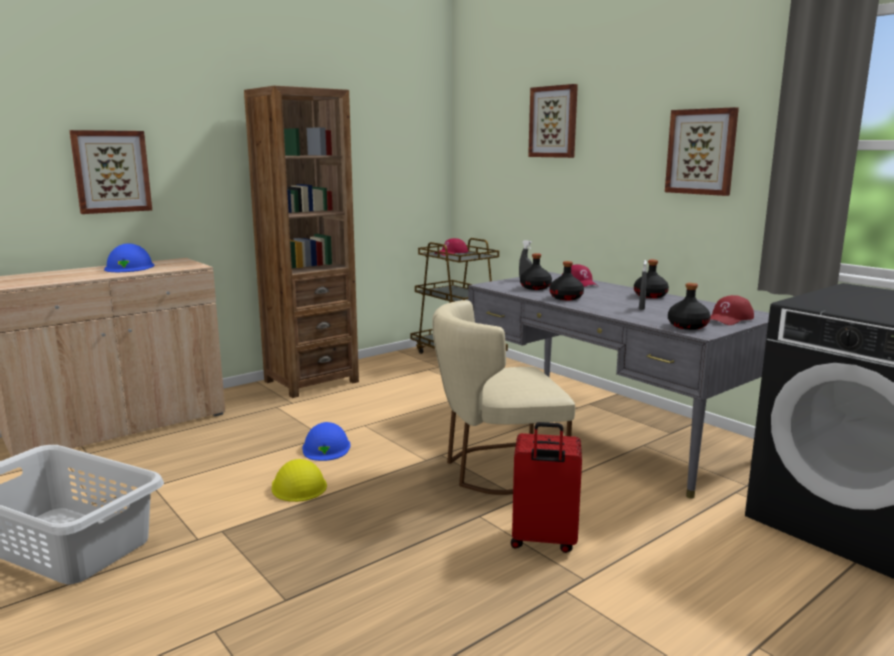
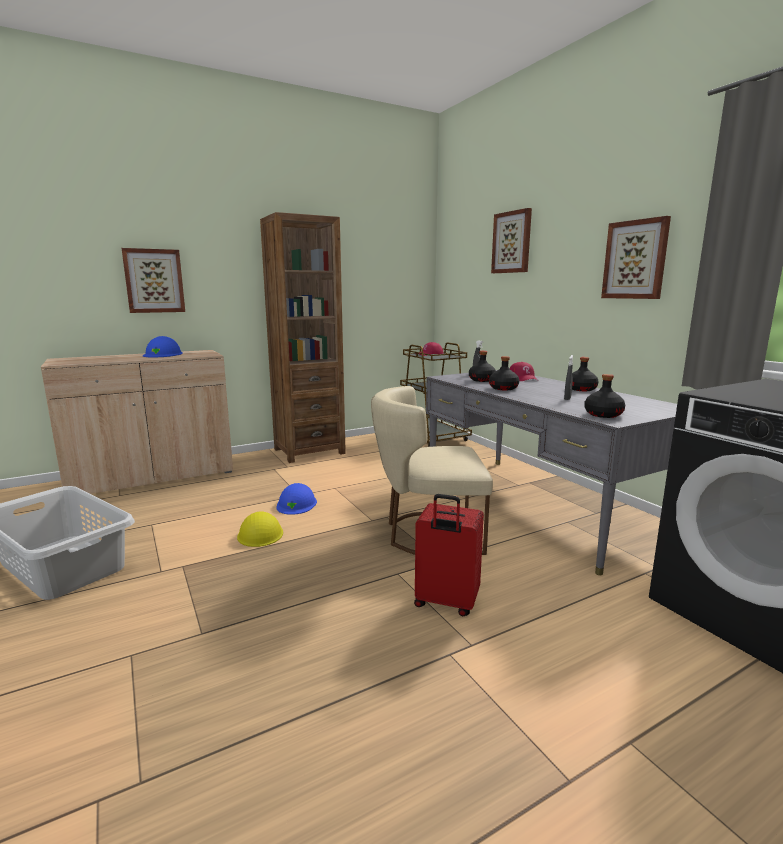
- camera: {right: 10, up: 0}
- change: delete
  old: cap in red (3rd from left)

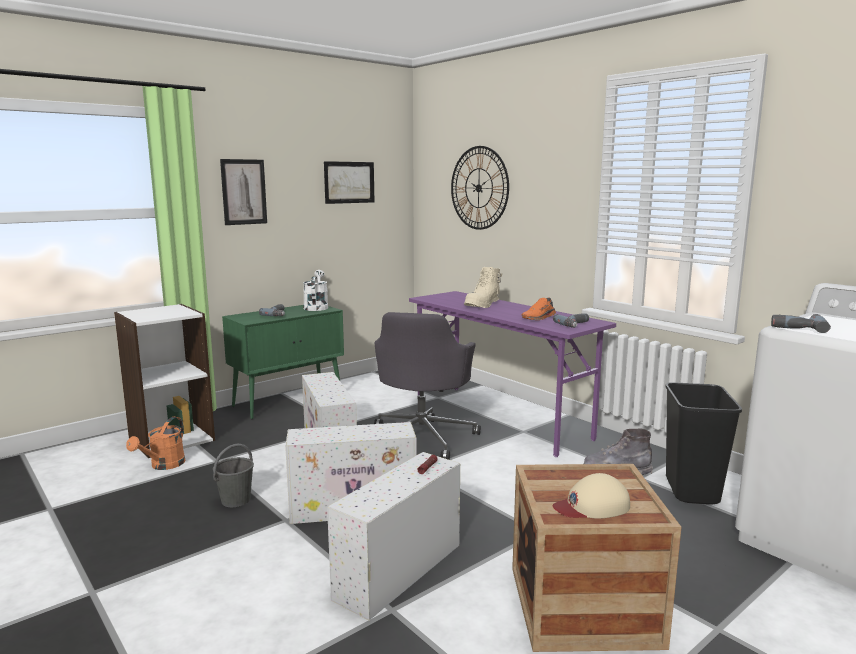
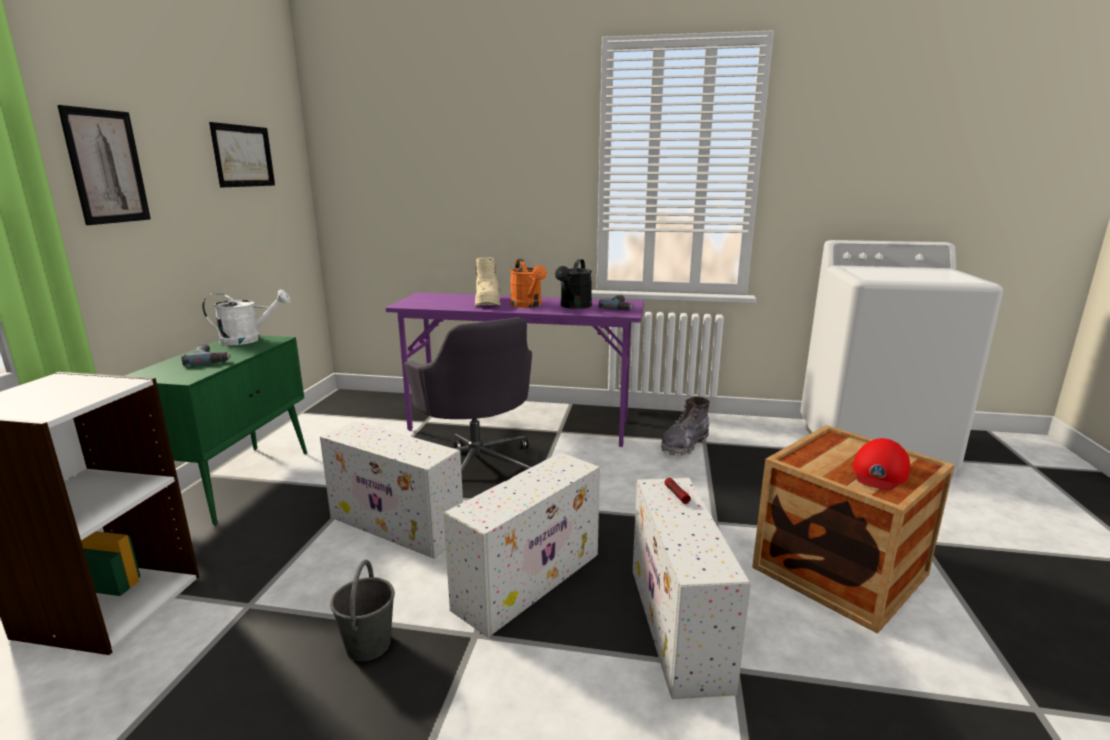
- camera: {right: -40, up: 5}
- change: delete
  old: wall clock
- change: delete
  old: trash can in black
- change: delete
  old: power drill (3rd from left)
- change: move
  old: watering can in orange
- change: replace
  old: shoe in orange
  new: watering can in black
- change: recolor
  old: cap in beige
  new: cap in red
- change: rotate
  old: watering can in white
  degrees: 120

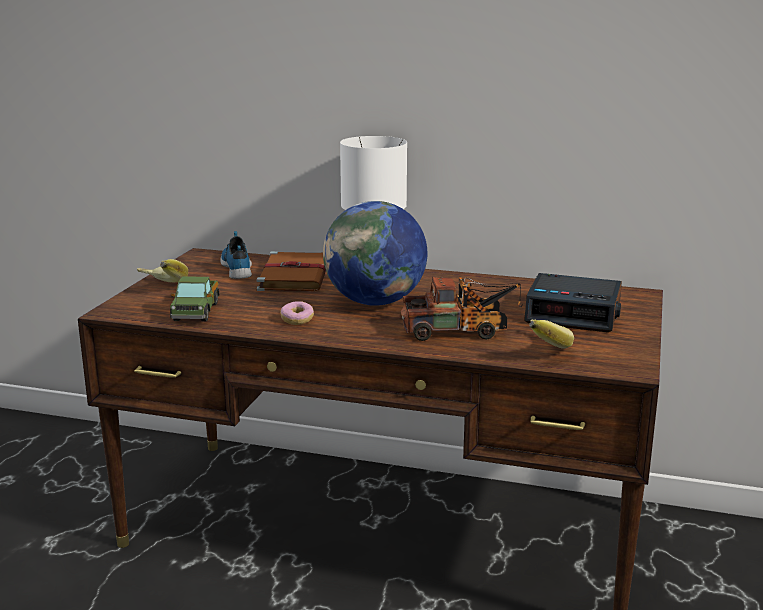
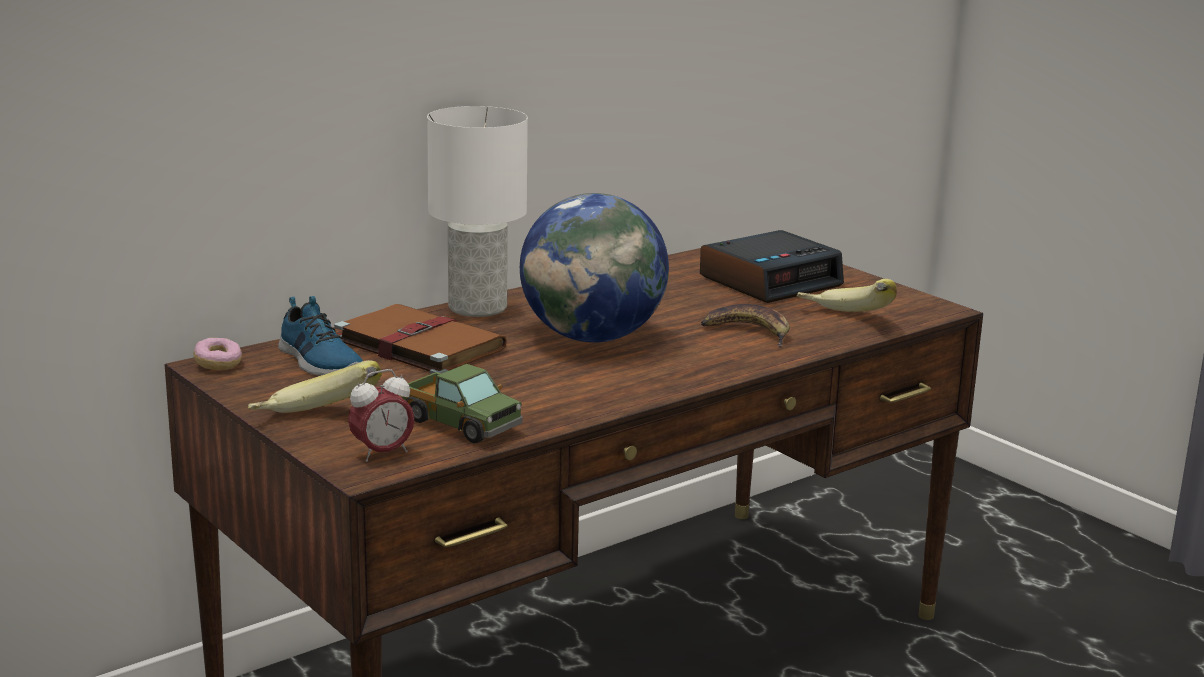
- camera: {right: -55, up: 0}
- change: insert
  new: alarm clock (1st from left)
- change: move
  old: donut
- change: replace
  old: toy truck (2nd from left)
  new: banana (2nd from left)
- change: rotate
  old: shoe
  degrees: -150

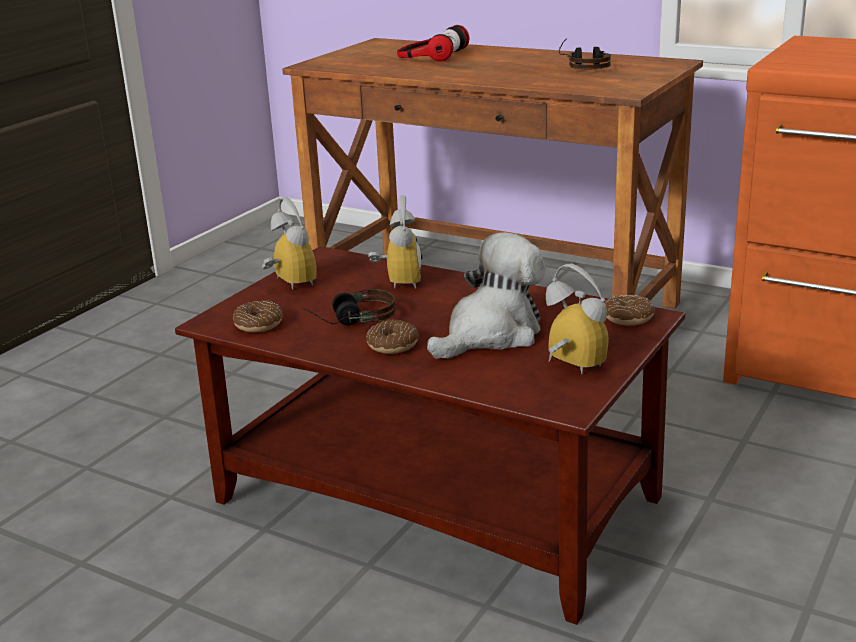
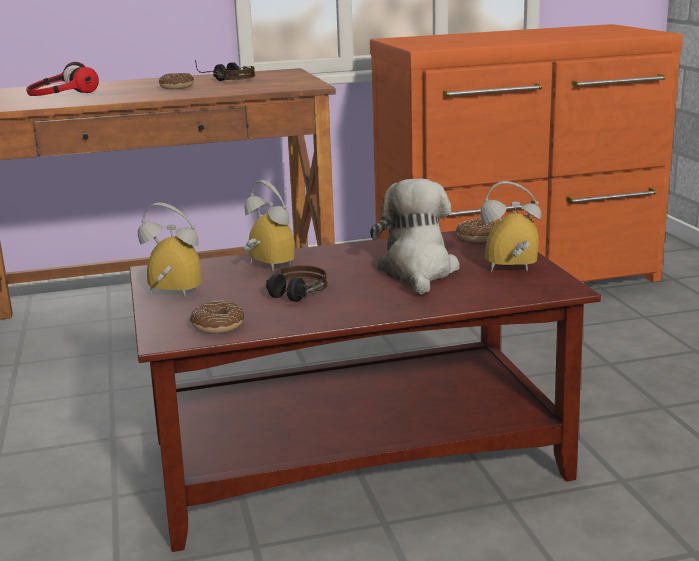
- camera: {right: -45, up: -5}
- change: move
  old: donut (2nd from left in the first image)
  new: donut (1st from left)

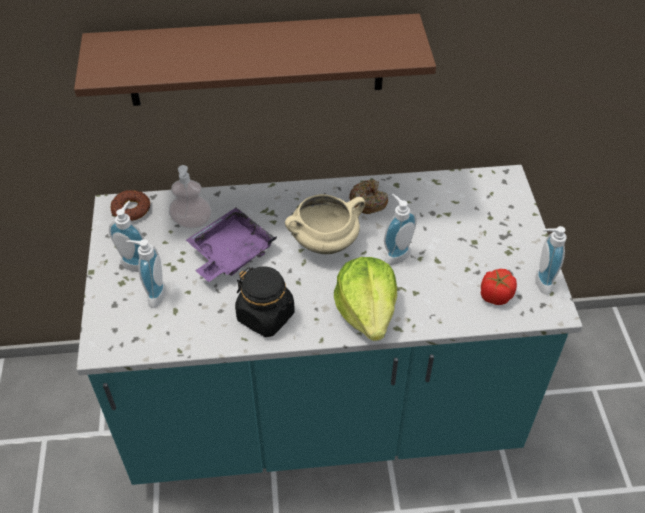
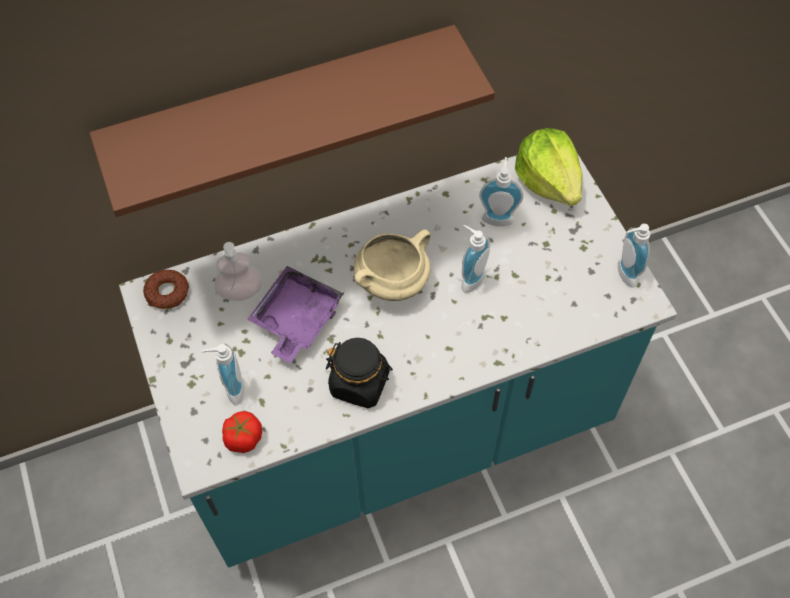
- camera: {right: -15, up: 10}
- change: delete
  old: donut (2nd from left)
- change: move
  old: soap dispenser (1st from left in the first image)
  new: soap dispenser (4th from left)
- change: move
  old: lettuce
- change: move
  old: tomato

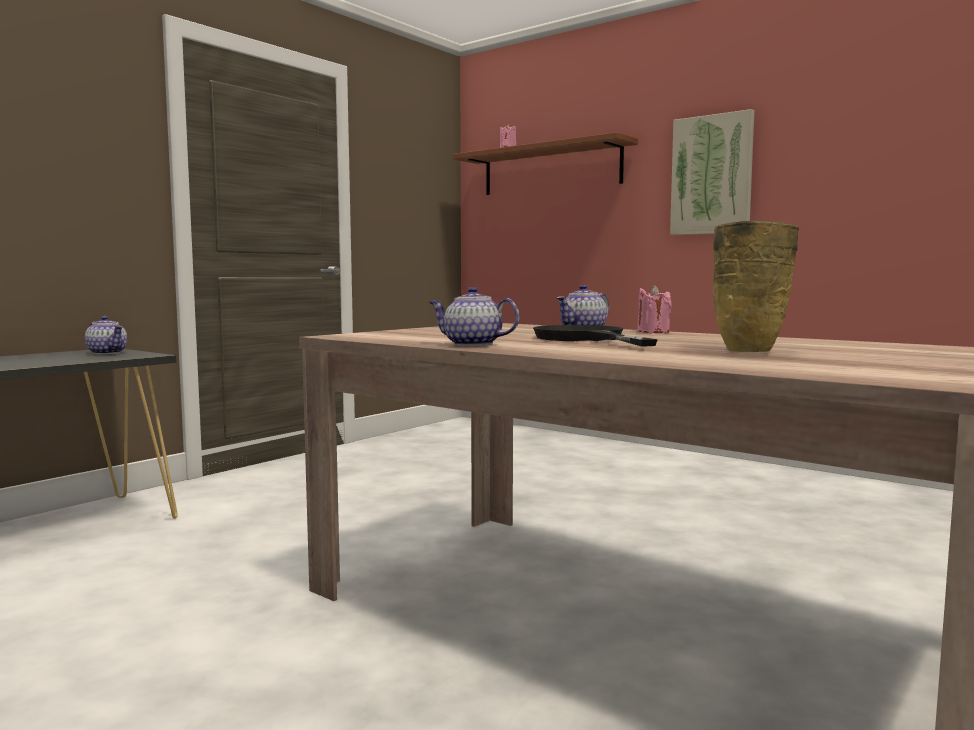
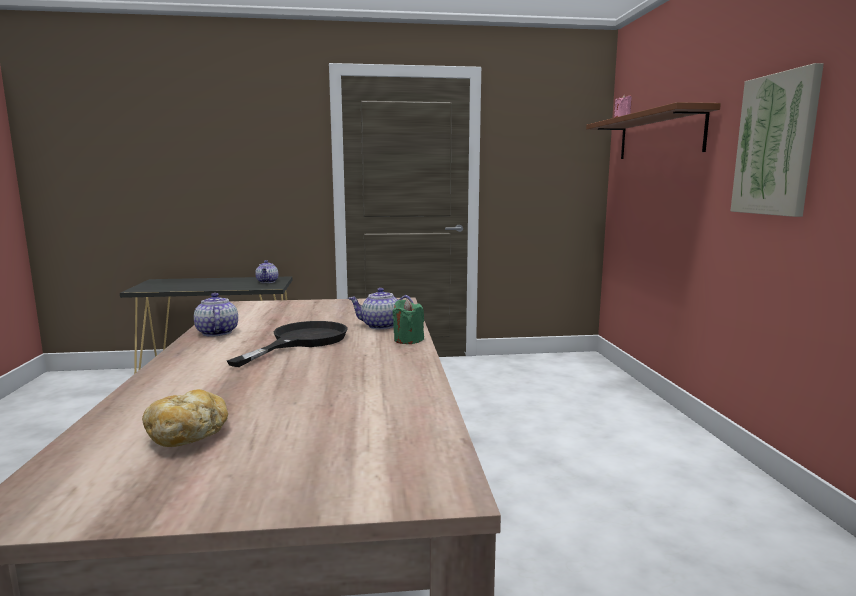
- camera: {right: 45, up: 5}
- change: delete
  old: vase in beige
- change: insert
  new: bread
- change: recolor
  old: candle in pink (2nd from left)
  new: candle in green

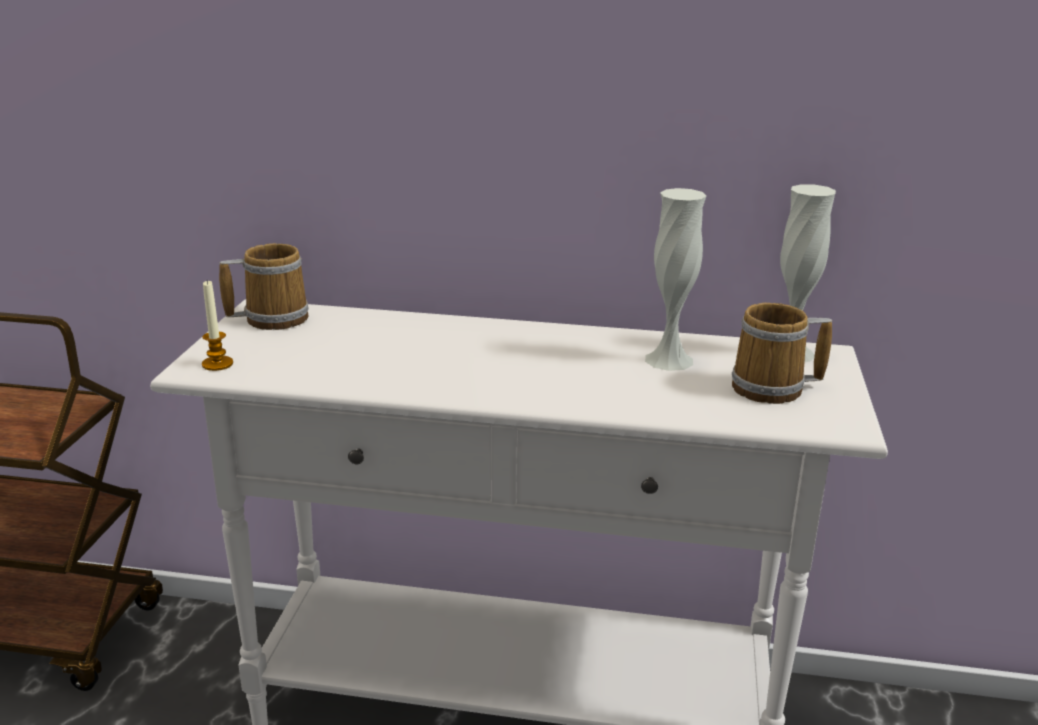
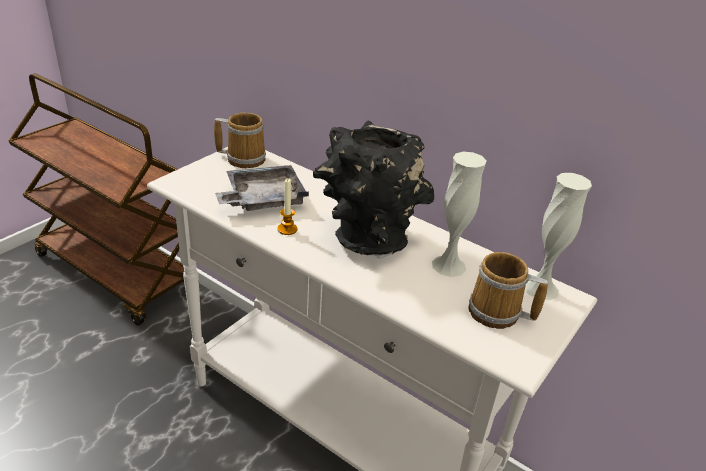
- camera: {right: 25, up: 10}
- change: insert
  new: tray in grey
- change: insert
  new: vase in black
- change: move
  old: candle

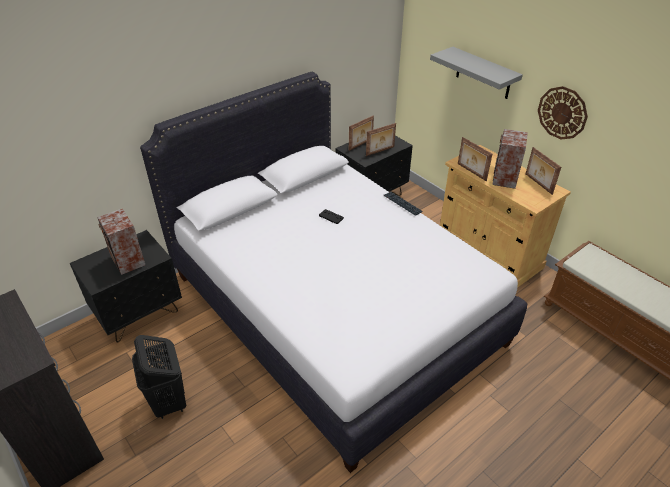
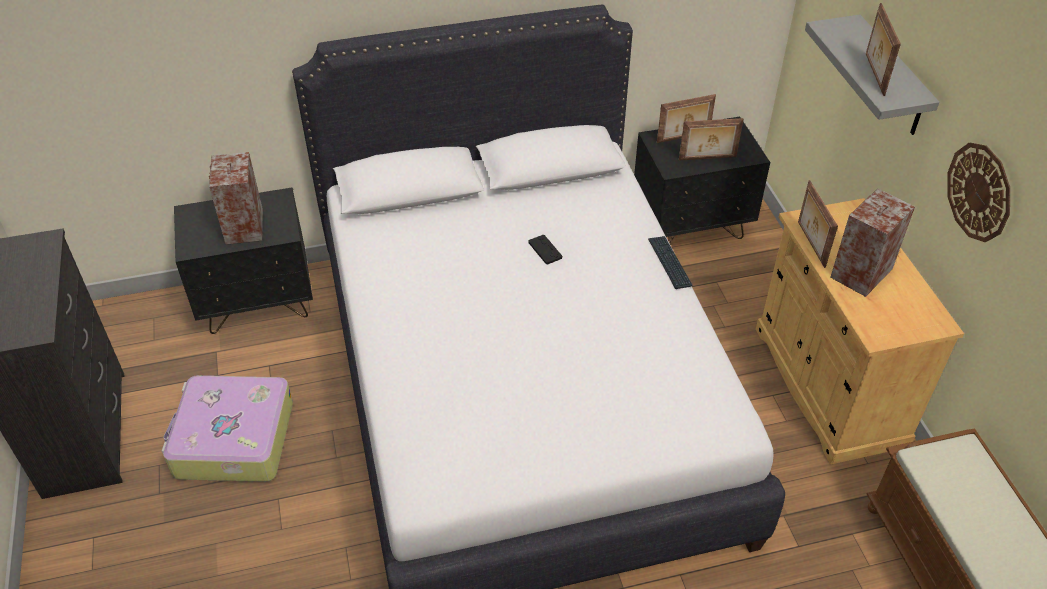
- camera: {right: 25, up: 5}
- change: move
  old: picture frame (4th from left)
- change: replace
  old: laundry basket in black
  new: suitcase

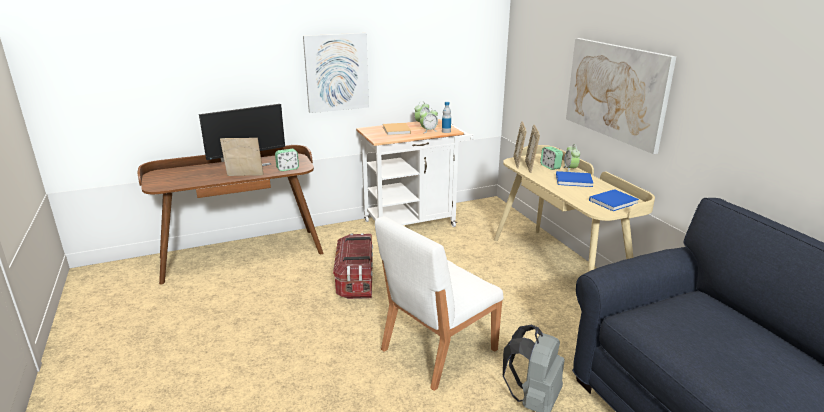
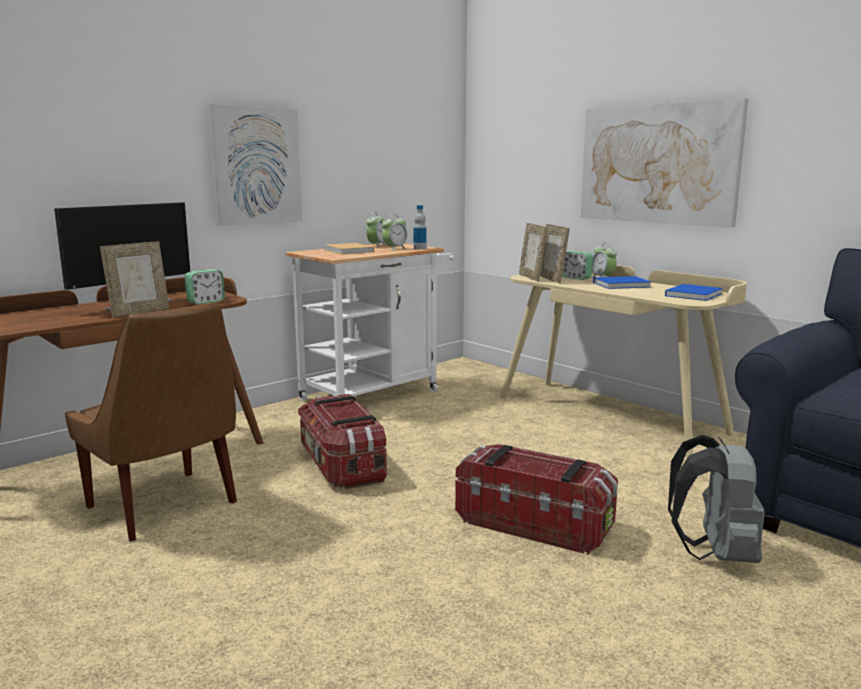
- camera: {right: -20, up: -10}
- change: insert
  new: chair in brown
- change: replace
  old: chair in white
  new: storage box (2nd from left)
- change: rotate
  old: picture frame (1st from left)
  degrees: 150

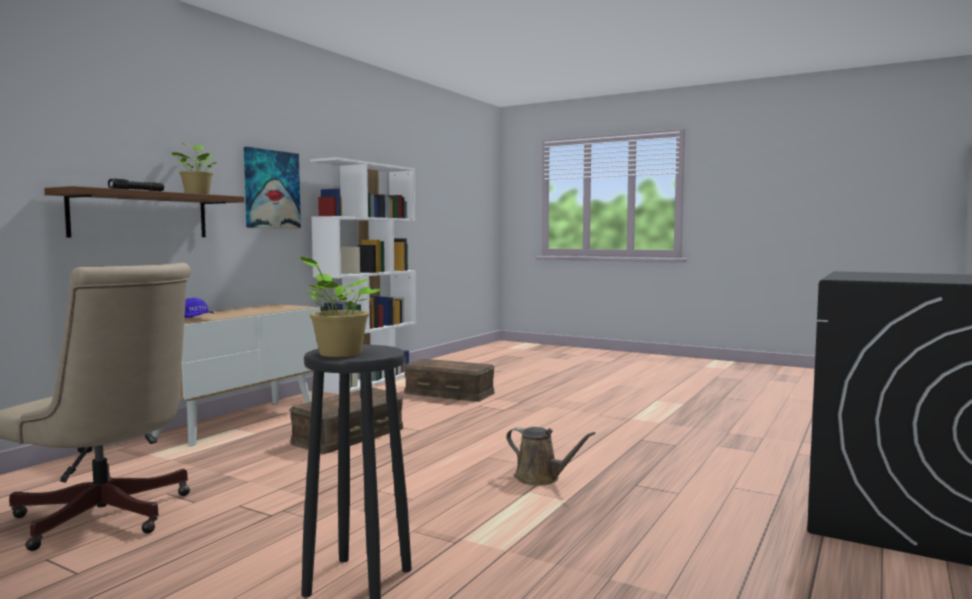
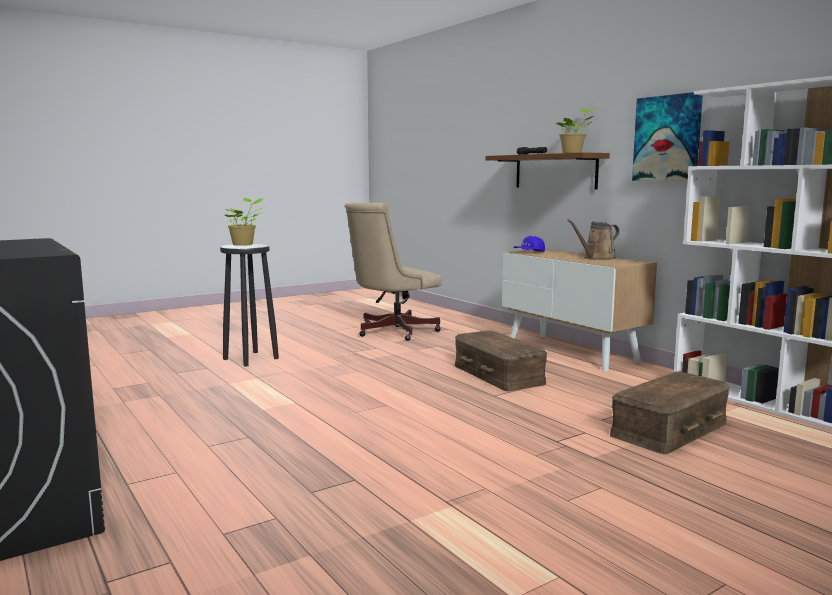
- camera: {right: 115, up: 5}
- change: move
  old: watering can in brown

